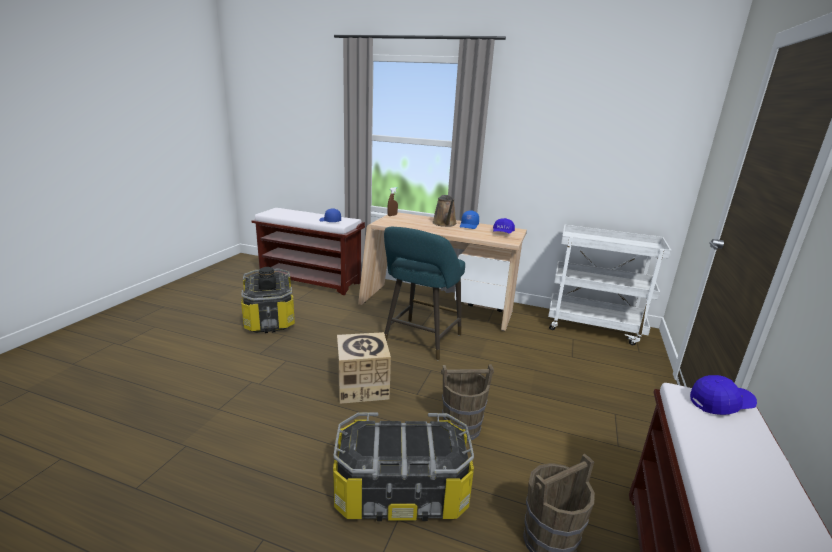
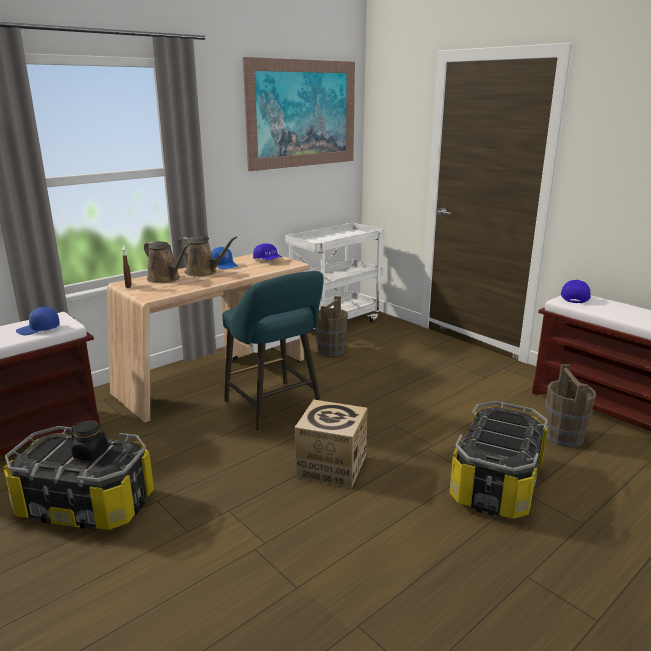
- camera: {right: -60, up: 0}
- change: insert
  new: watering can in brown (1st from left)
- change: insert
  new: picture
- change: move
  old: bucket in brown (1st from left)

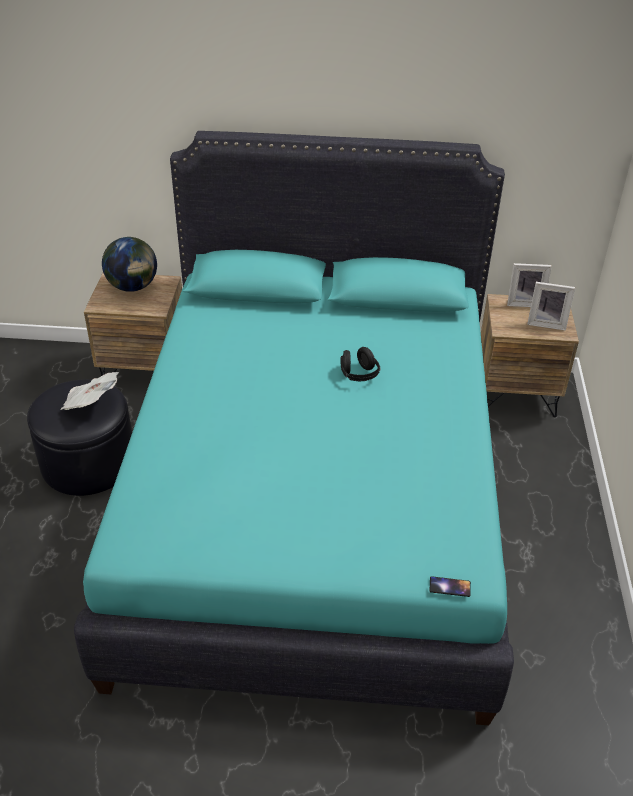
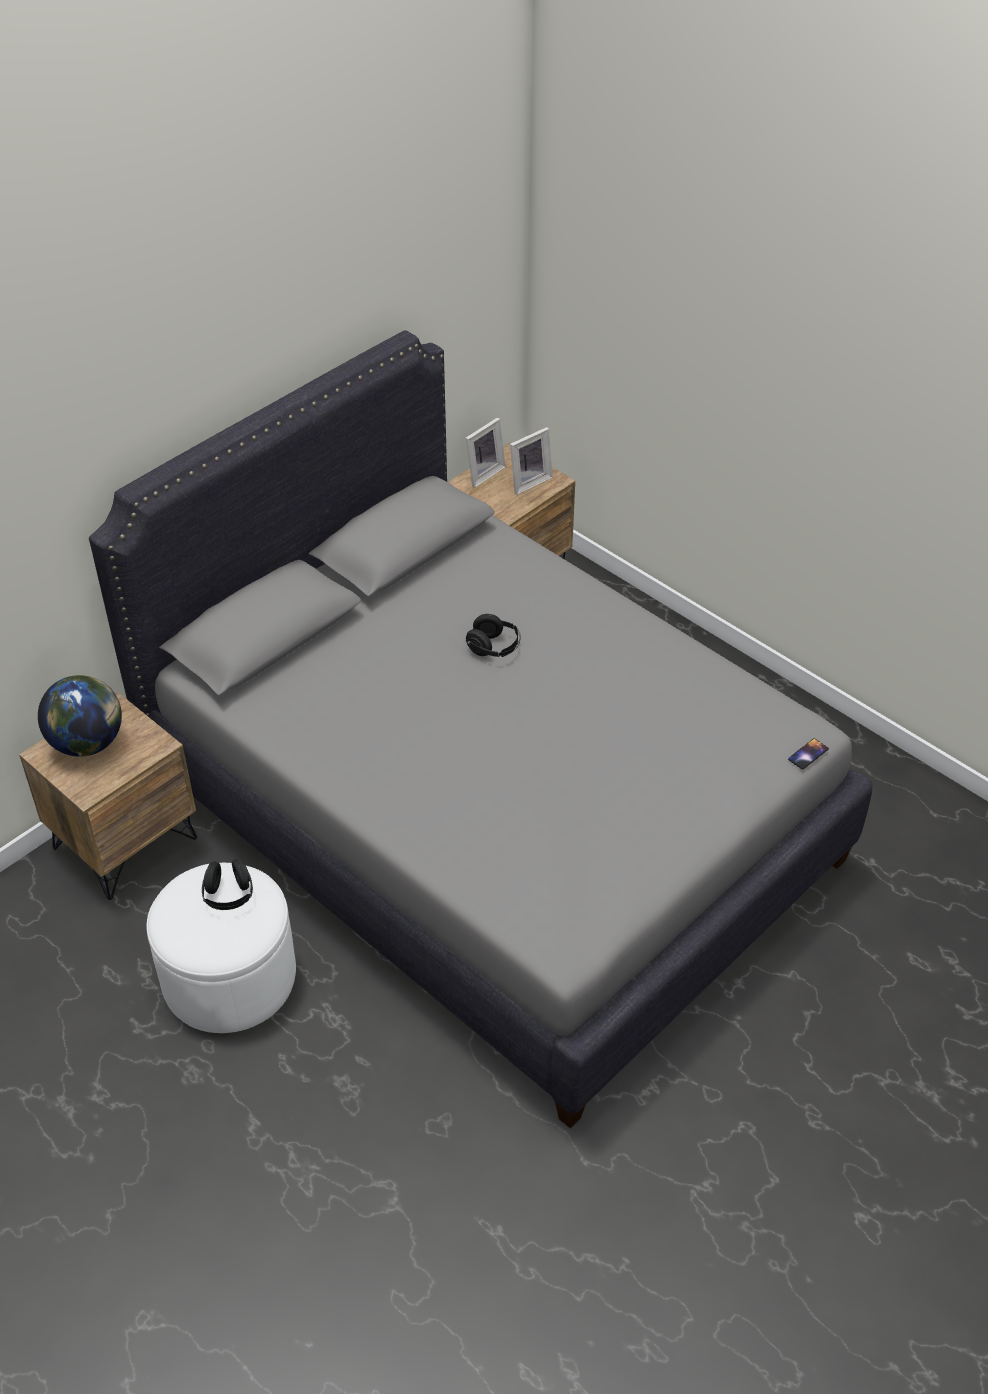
- camera: {right: -50, up: 5}
- change: replace
  old: newspaper
  new: headphones in black (1st from left)
- change: recolor
  old: ottoman in black
  new: ottoman in white
- change: recolor
  old: bed in turquoise
  new: bed in grey

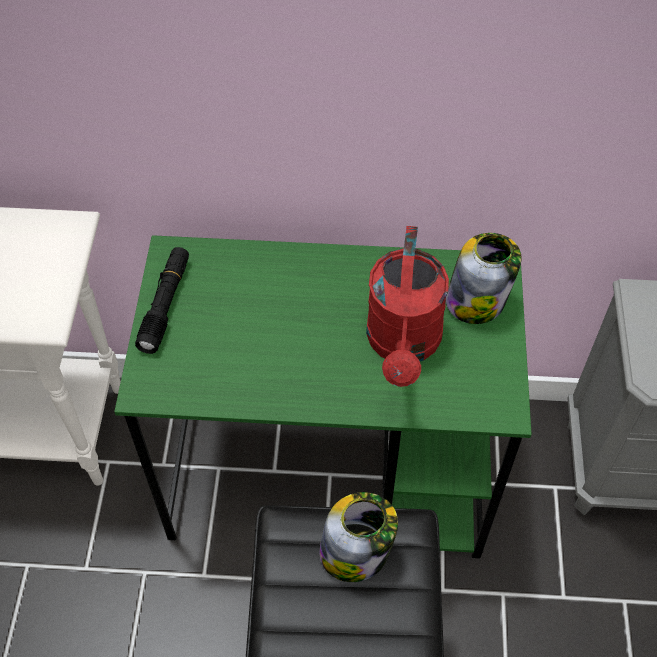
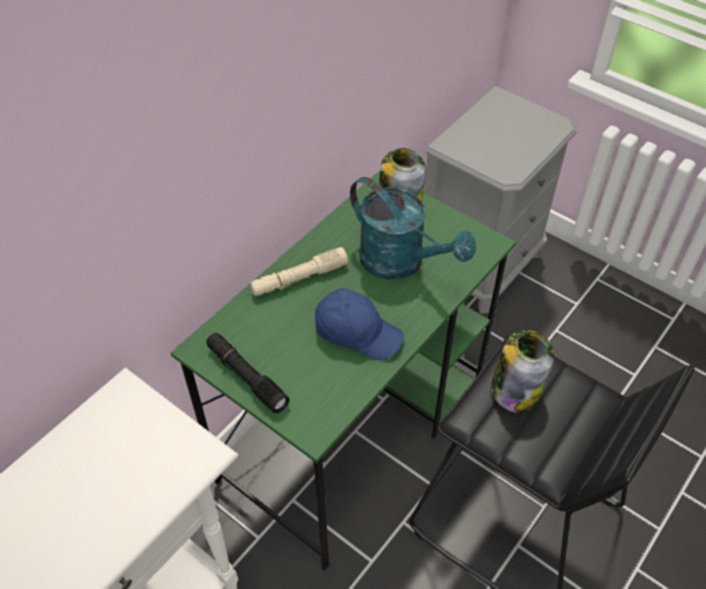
- camera: {right: -55, up: -5}
- change: insert
  new: flashlight in beige
- change: insert
  new: cap in blue
- change: recolor
  old: watering can in red
  new: watering can in turquoise

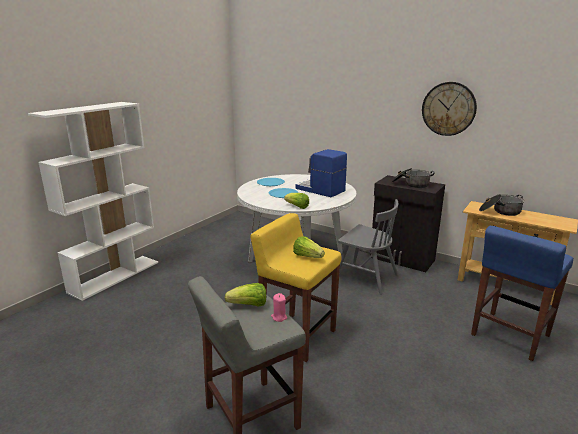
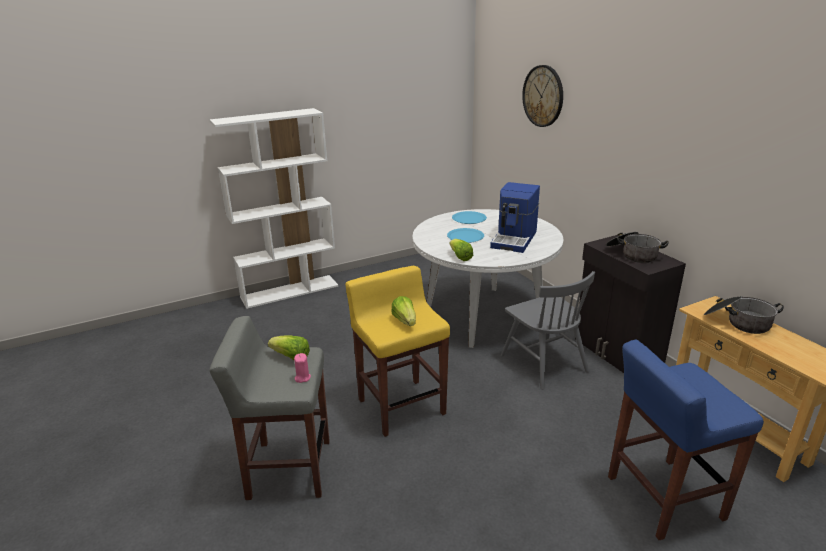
- camera: {right: 30, up: 5}
- change: move
  old: wall clock
- change: rotate
  old: coffee machine
  degrees: -135

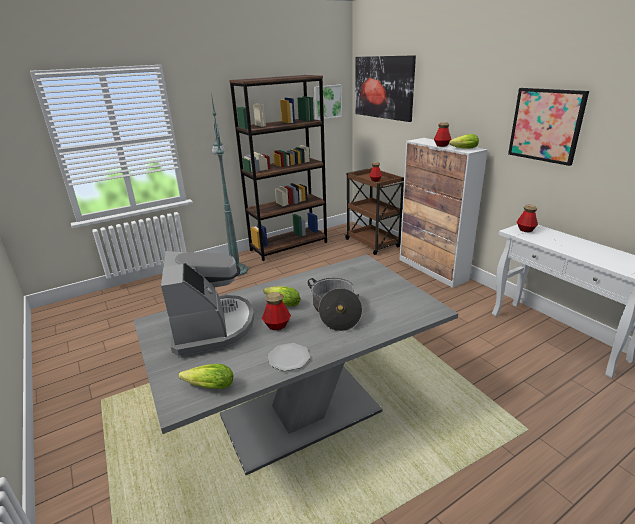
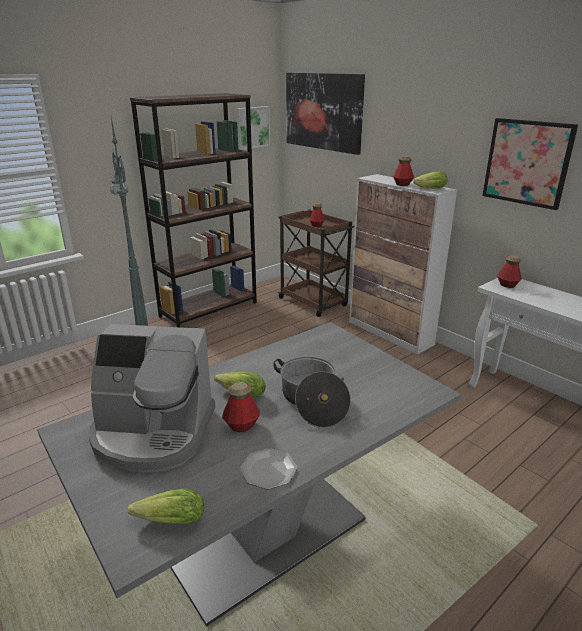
- camera: {right: -10, up: 0}
- change: rotate
  old: coffee machine
  degrees: 120

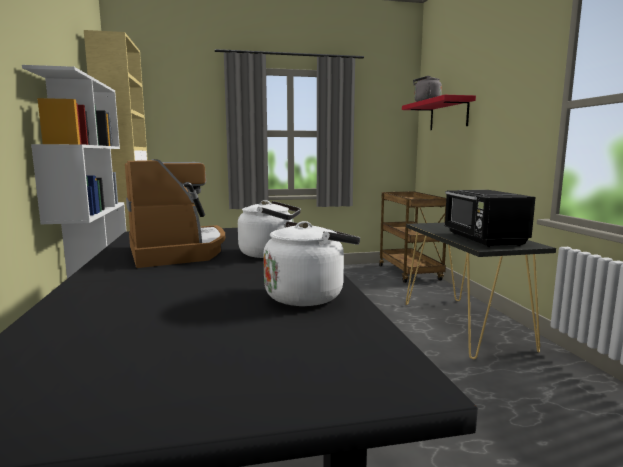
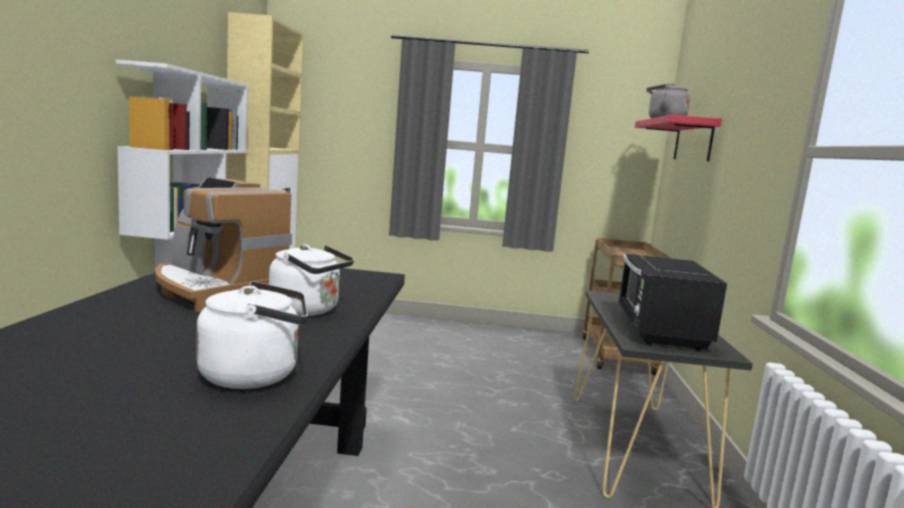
- camera: {right: 15, up: 0}
- change: rotate
  old: coffee machine
  degrees: 135

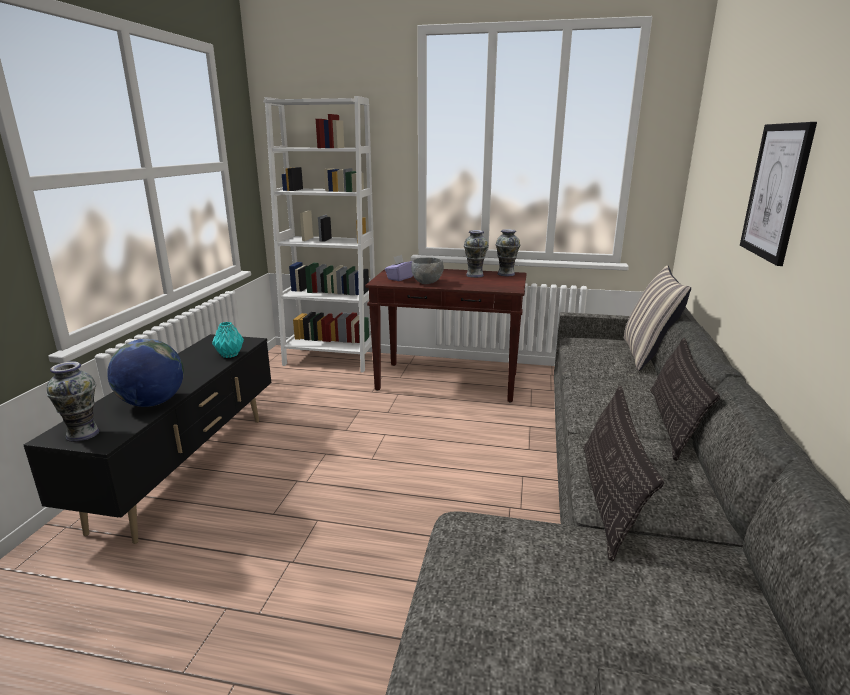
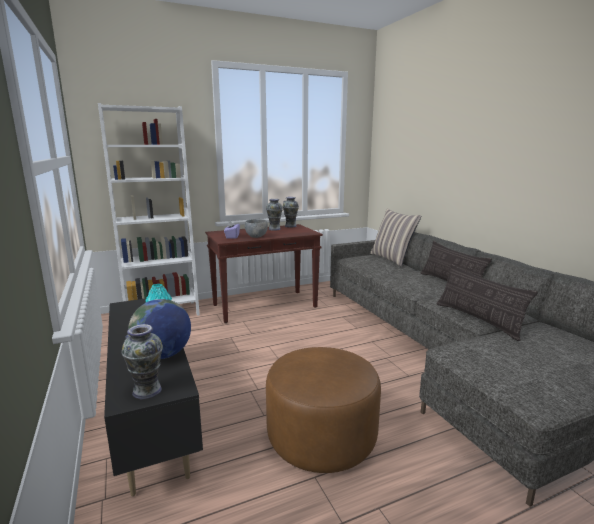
- camera: {right: -35, up: -5}
- change: delete
  old: picture
- change: insert
  new: ottoman in brown

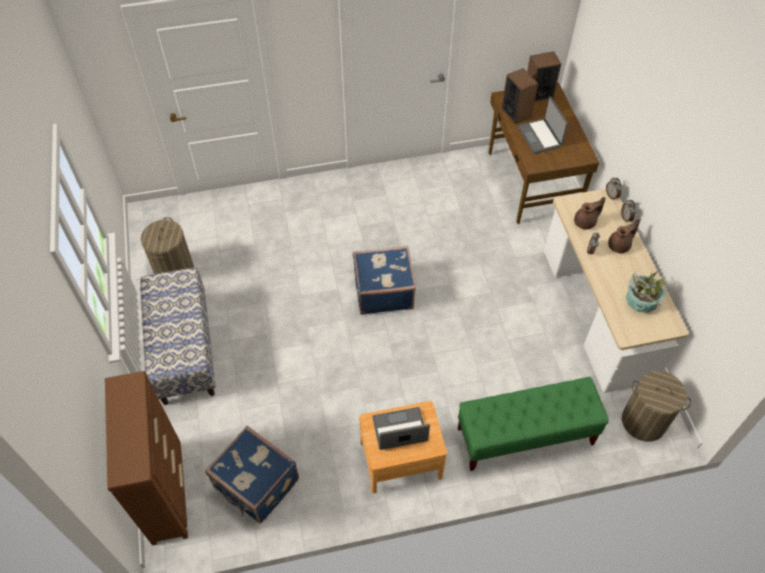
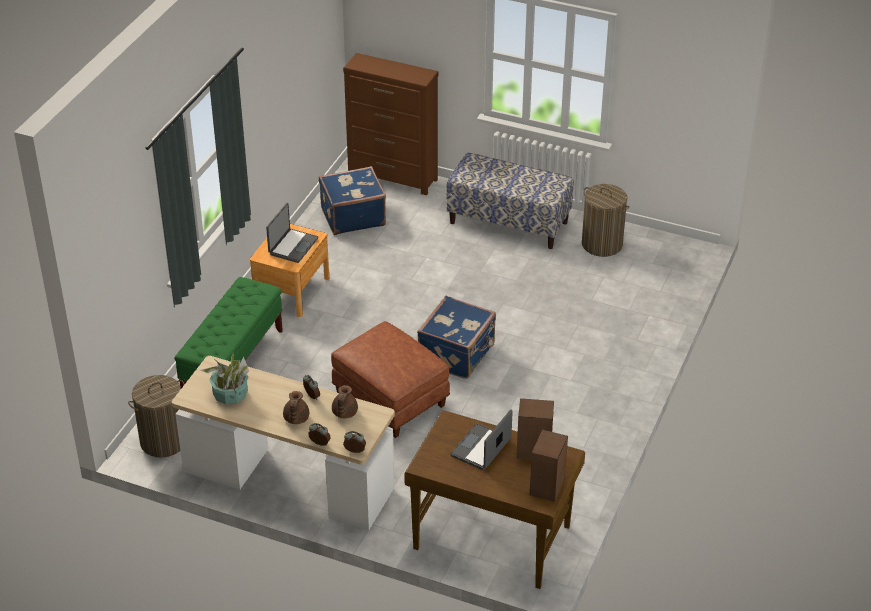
- camera: {right: 125, up: -15}
- change: insert
  new: ottoman in brown
- change: rotate
  old: laptop (2nd from left)
  degrees: -75

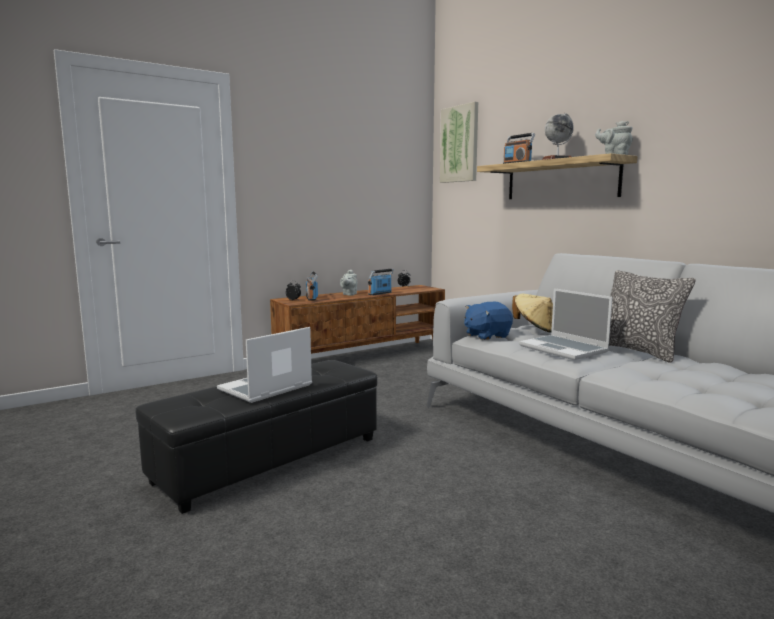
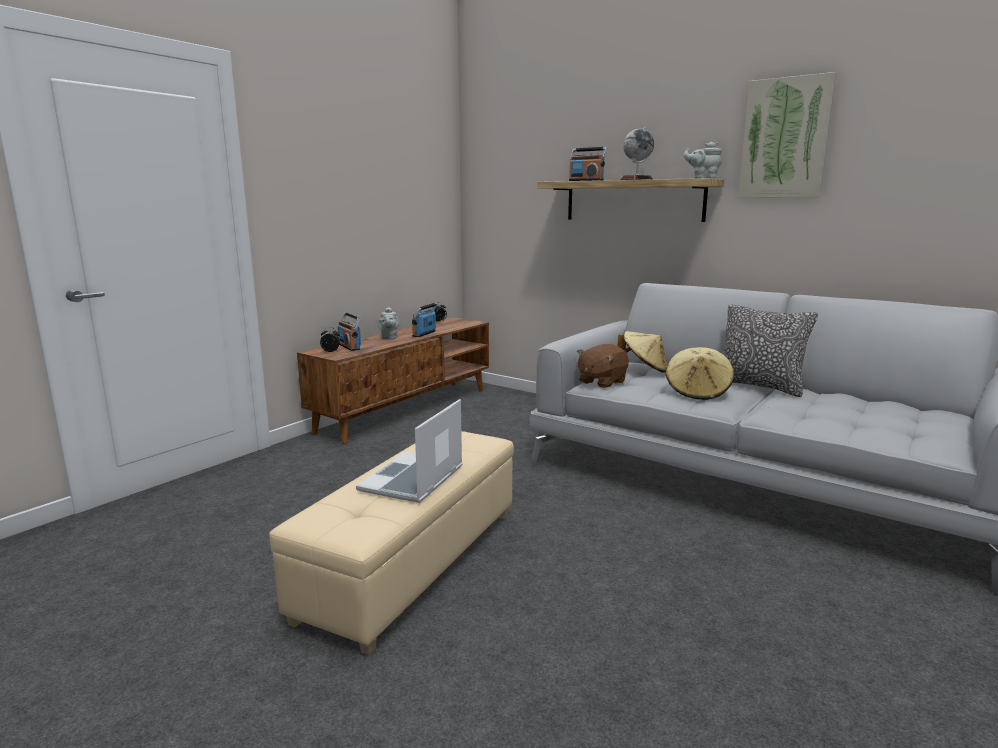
- camera: {right: -20, up: 5}
- change: move
  old: picture
- change: replace
  old: laptop (2nd from left)
  new: hat in beige (2nd from left)
- change: recolor
  old: ottoman in black
  new: ottoman in beige
- change: recolor
  old: plush toy in blue
  new: plush toy in brown

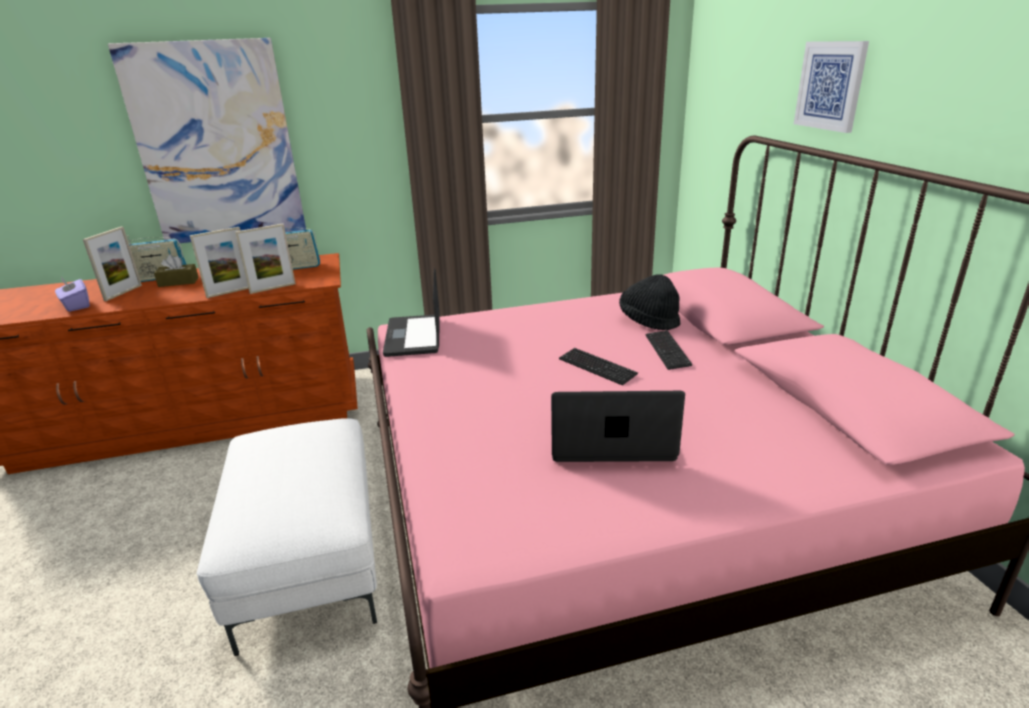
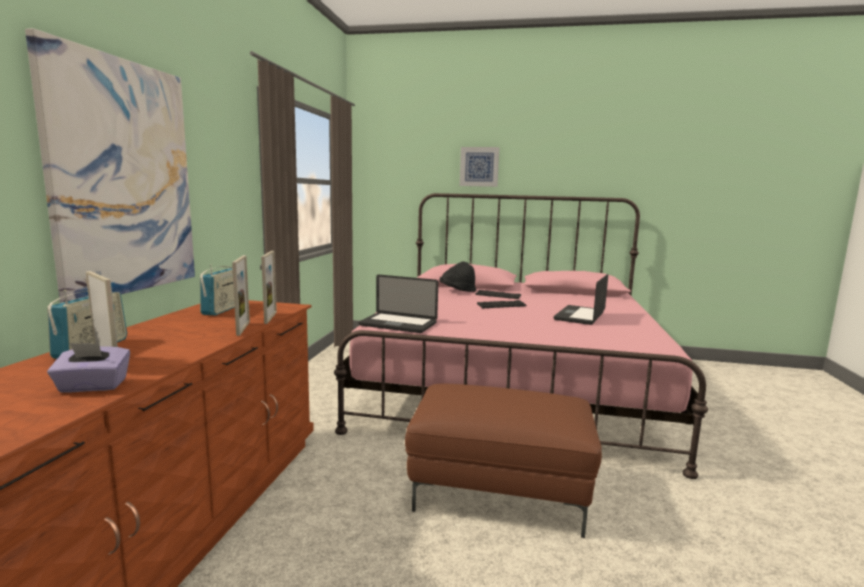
- camera: {right: -65, up: -15}
- change: delete
  old: tissue box in brown
- change: recolor
  old: ottoman in white
  new: ottoman in brown

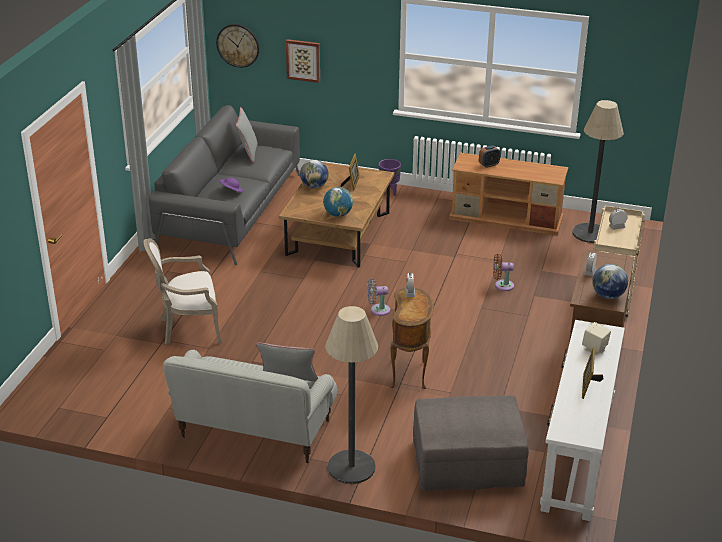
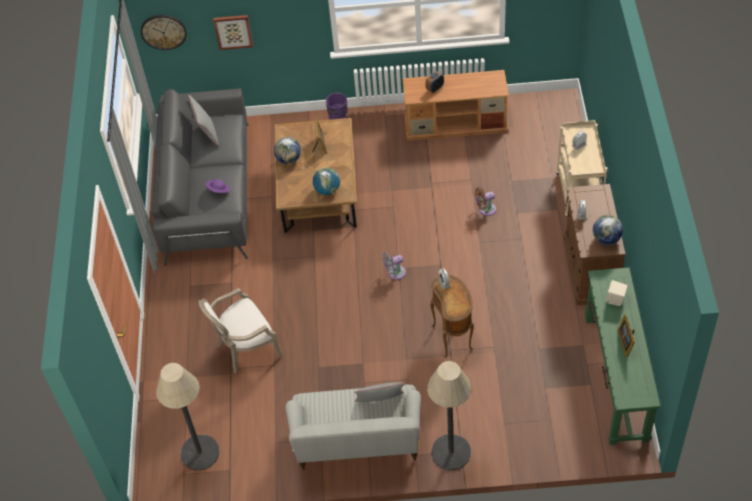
- camera: {right: -15, up: 20}
- change: delete
  old: ottoman in grey
- change: move
  old: floor lamp (2nd from left in the first image)
  new: floor lamp (1st from left)
- change: recolor
  old: console table in white
  new: console table in green

